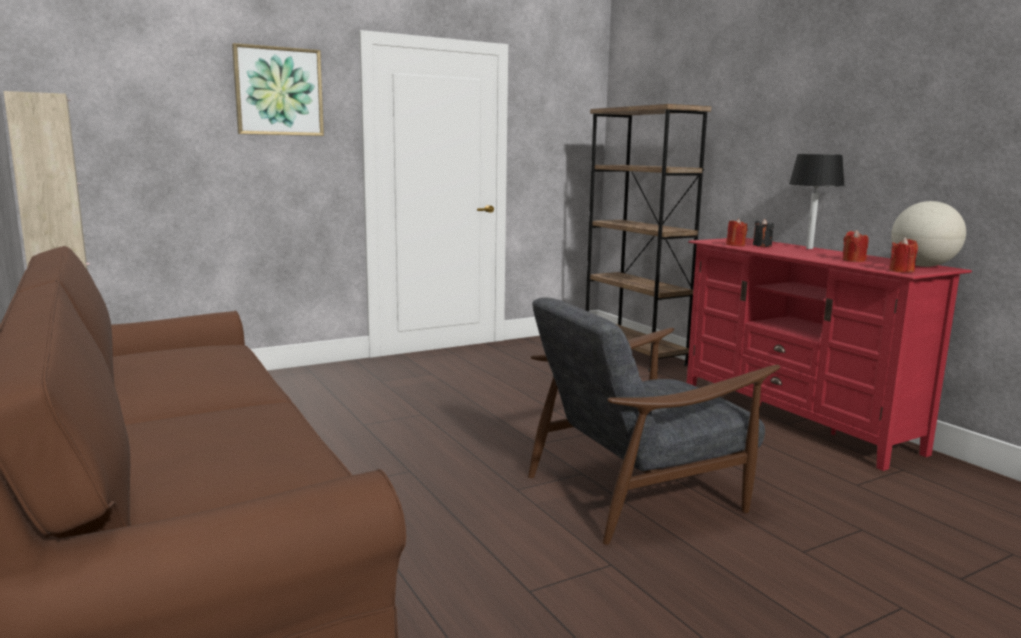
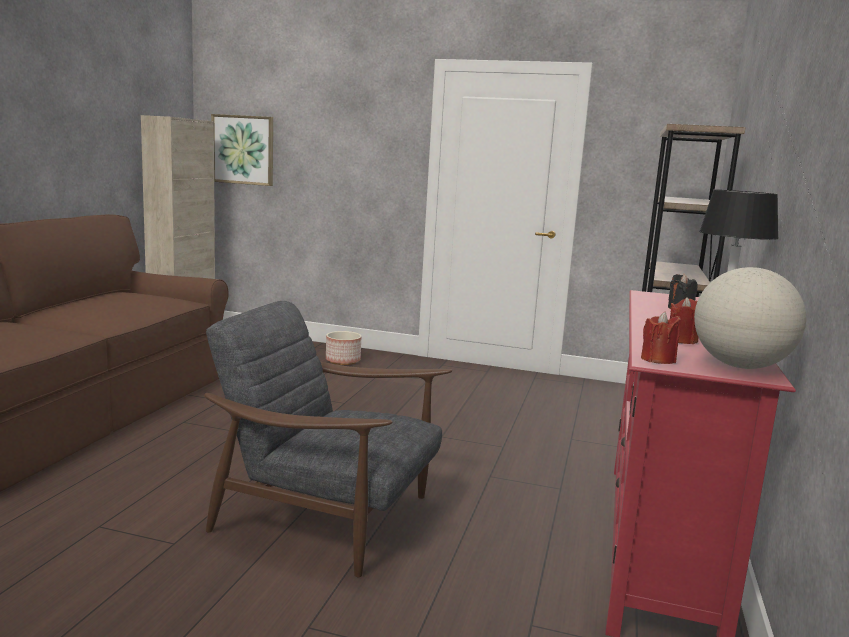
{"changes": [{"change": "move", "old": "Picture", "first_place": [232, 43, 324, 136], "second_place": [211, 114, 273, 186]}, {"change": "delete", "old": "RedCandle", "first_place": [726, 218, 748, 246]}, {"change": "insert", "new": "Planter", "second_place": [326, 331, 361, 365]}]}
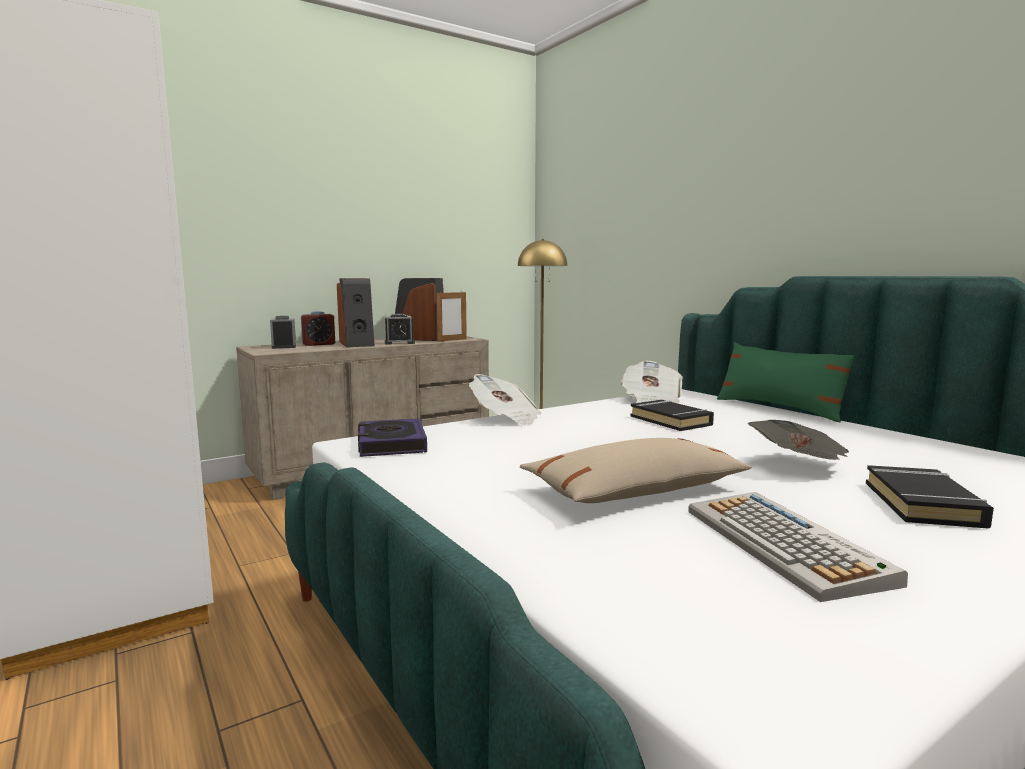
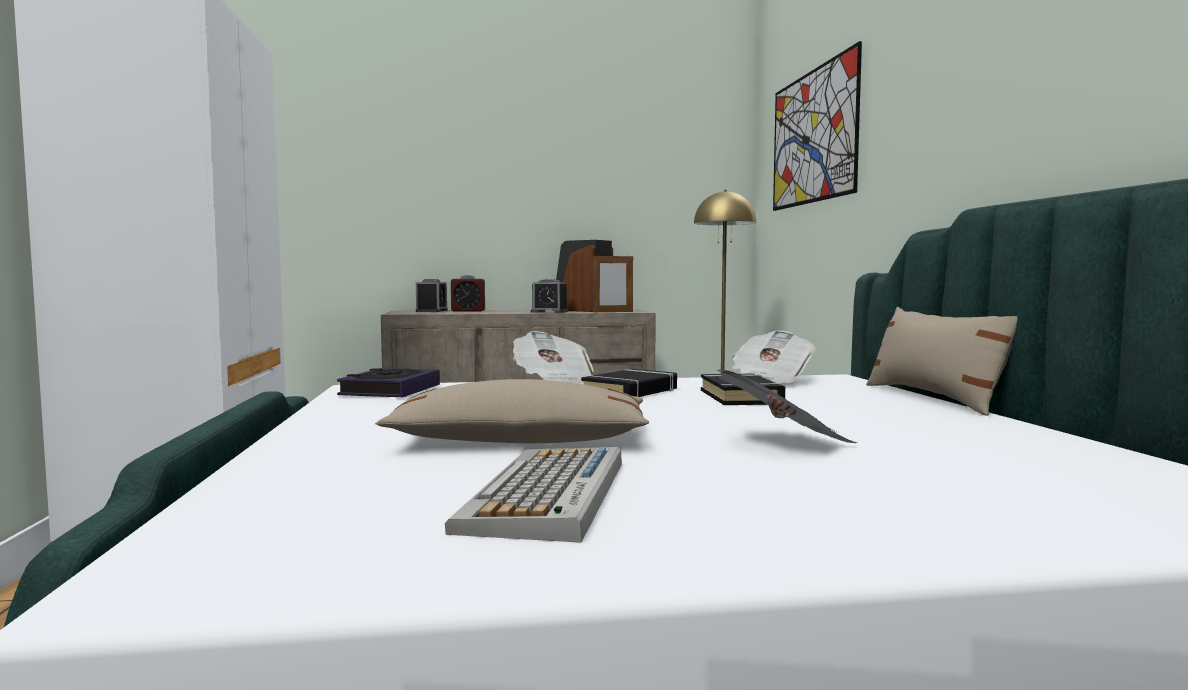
{"changes": [{"change": "delete", "old": "Speaker", "first_place": [337, 278, 375, 347]}, {"change": "recolor", "old": "GreenPillow", "new": "BeigePillow", "first_place": [717, 342, 854, 422], "second_place": [866, 307, 1018, 416]}, {"change": "move", "old": "BlackBook", "first_place": [866, 465, 994, 528], "second_place": [581, 369, 677, 397]}, {"change": "insert", "new": "Picture", "second_place": [773, 41, 862, 211]}]}
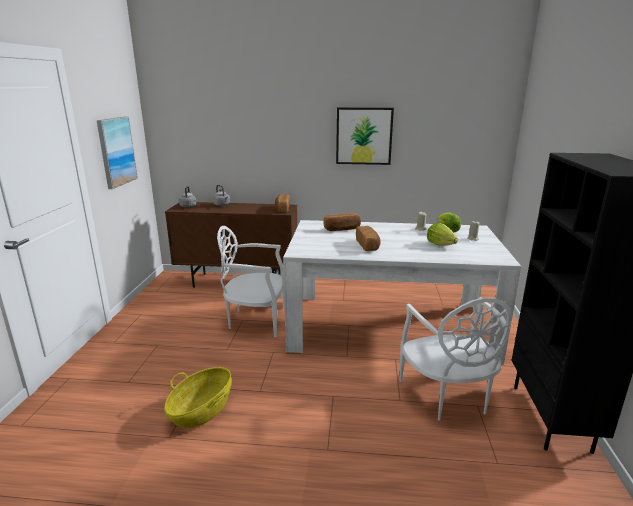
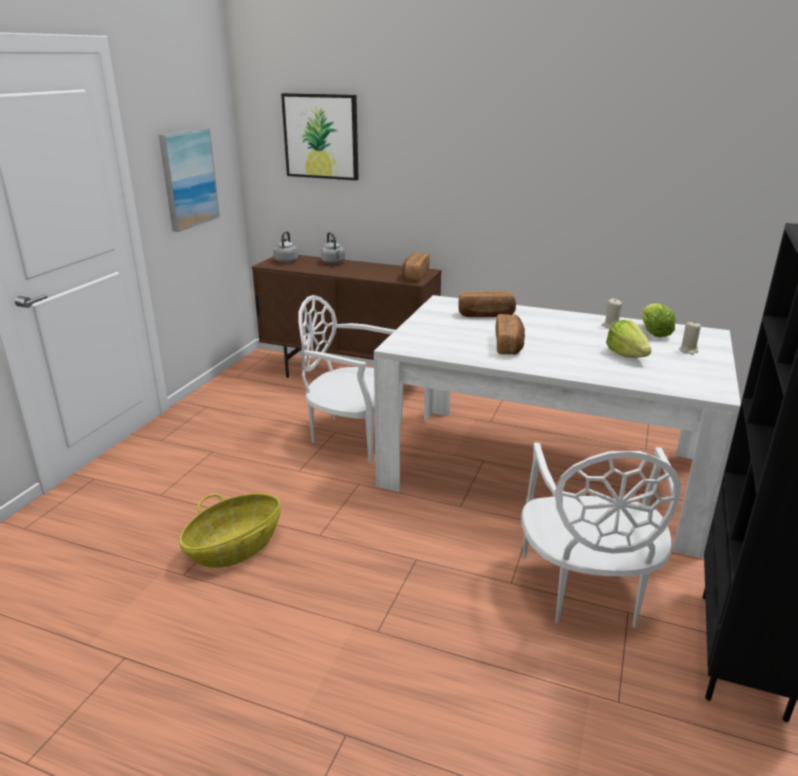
{"changes": [{"change": "move", "old": "Picture", "first_place": [336, 107, 394, 165], "second_place": [281, 93, 359, 181]}]}
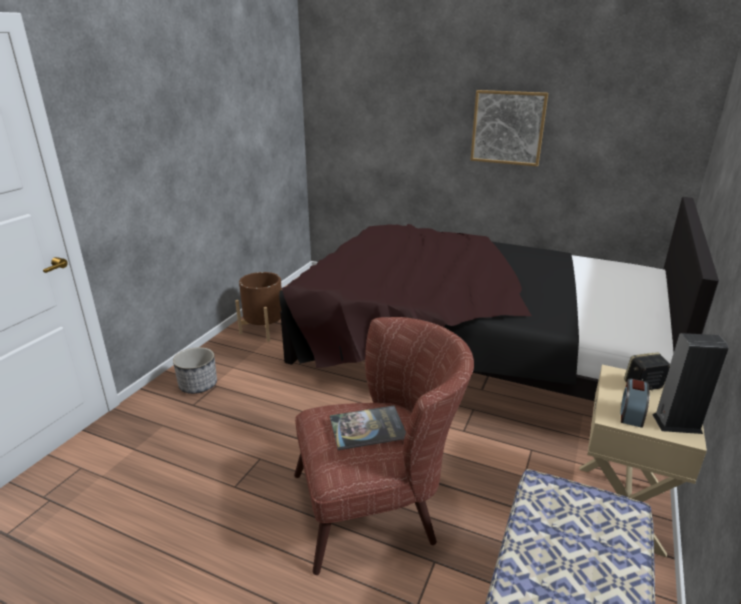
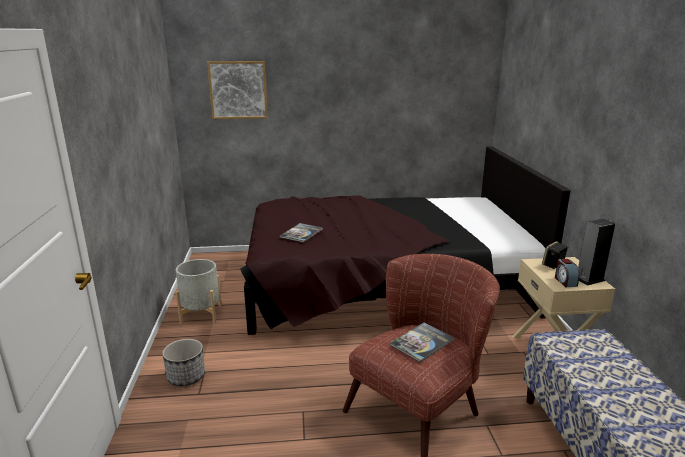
{"changes": [{"change": "recolor", "old": "BrownPlanter", "new": "GreyPlanter", "first_place": [235, 272, 282, 342], "second_place": [176, 259, 222, 324]}, {"change": "move", "old": "Picture", "first_place": [471, 90, 548, 166], "second_place": [207, 61, 268, 119]}, {"change": "insert", "new": "Book", "second_place": [280, 223, 323, 243]}]}
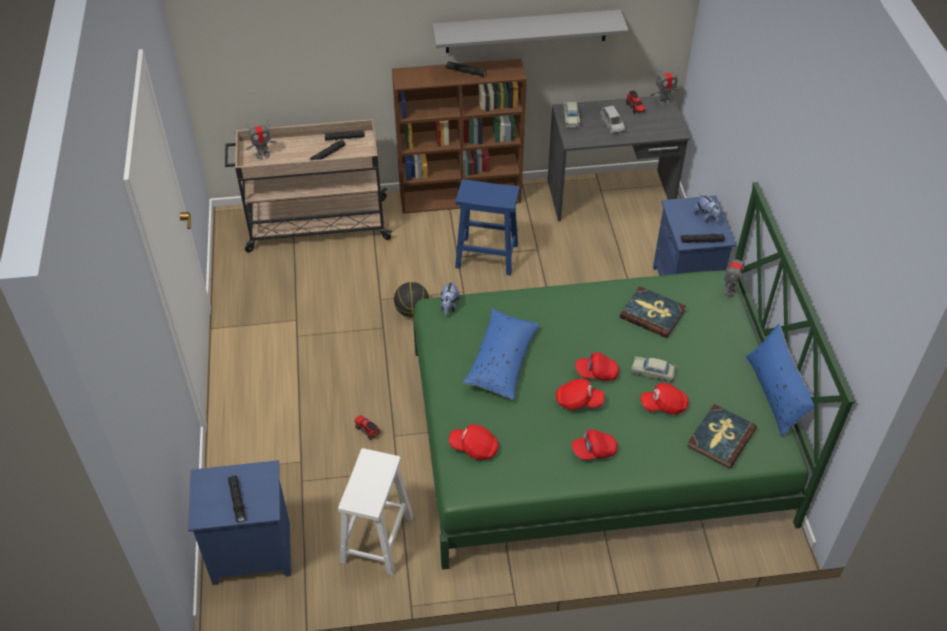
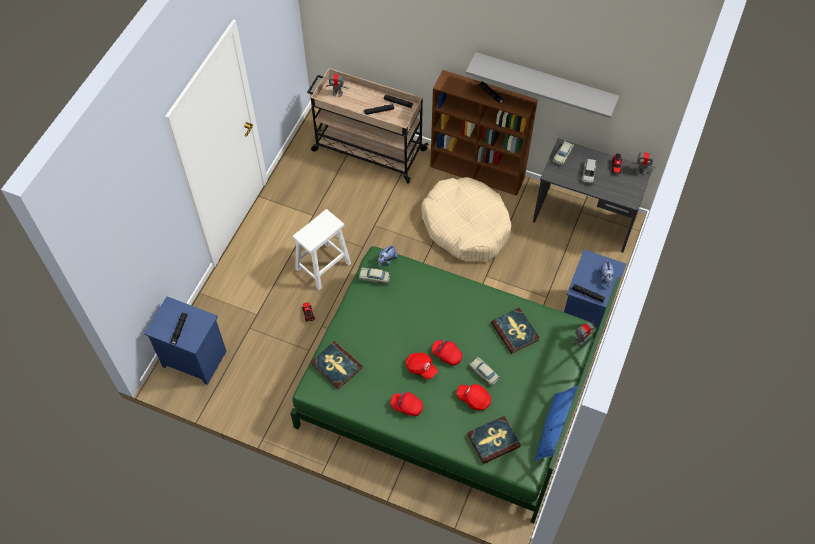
{"changes": [{"change": "move", "old": "WhiteStool", "first_place": [338, 448, 413, 575], "second_place": [293, 209, 351, 290]}, {"change": "delete", "old": "Basketball", "first_place": [394, 282, 429, 317]}, {"change": "replace", "old": "RedCap", "new": "Book", "first_place": [448, 424, 499, 460], "second_place": [311, 341, 363, 389]}, {"change": "replace", "old": "BlueStool", "new": "BeigeDogBed", "first_place": [455, 179, 520, 275], "second_place": [421, 177, 511, 263]}, {"change": "delete", "old": "BluePillow", "first_place": [463, 308, 540, 400]}, {"change": "insert", "new": "BeigeToyCar", "second_place": [359, 267, 390, 284]}]}
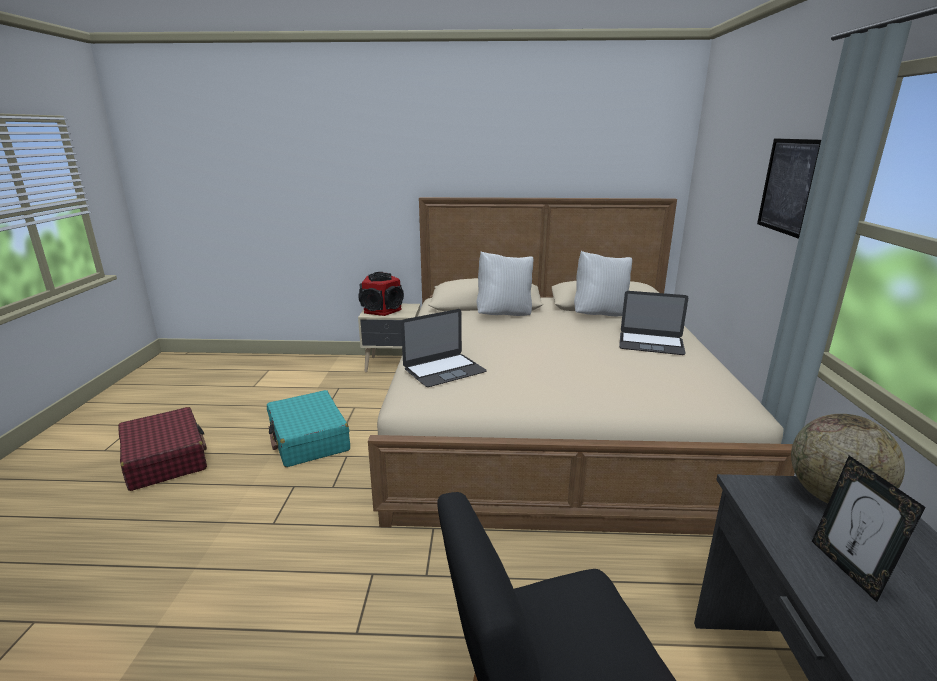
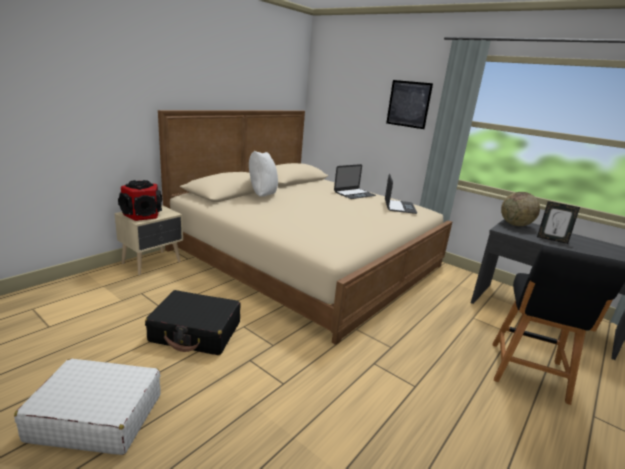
{"changes": [{"change": "recolor", "old": "RedSuitcase", "new": "WhiteSuitcase", "first_place": [118, 407, 207, 491], "second_place": [14, 359, 161, 455]}, {"change": "recolor", "old": "TurquoiseSuitcase", "new": "BlackSuitcase", "first_place": [267, 390, 350, 467], "second_place": [145, 290, 241, 355]}, {"change": "move", "old": "Laptop", "first_place": [401, 309, 487, 387], "second_place": [385, 174, 417, 214]}, {"change": "delete", "old": "WhitePillow", "first_place": [574, 251, 632, 316]}]}
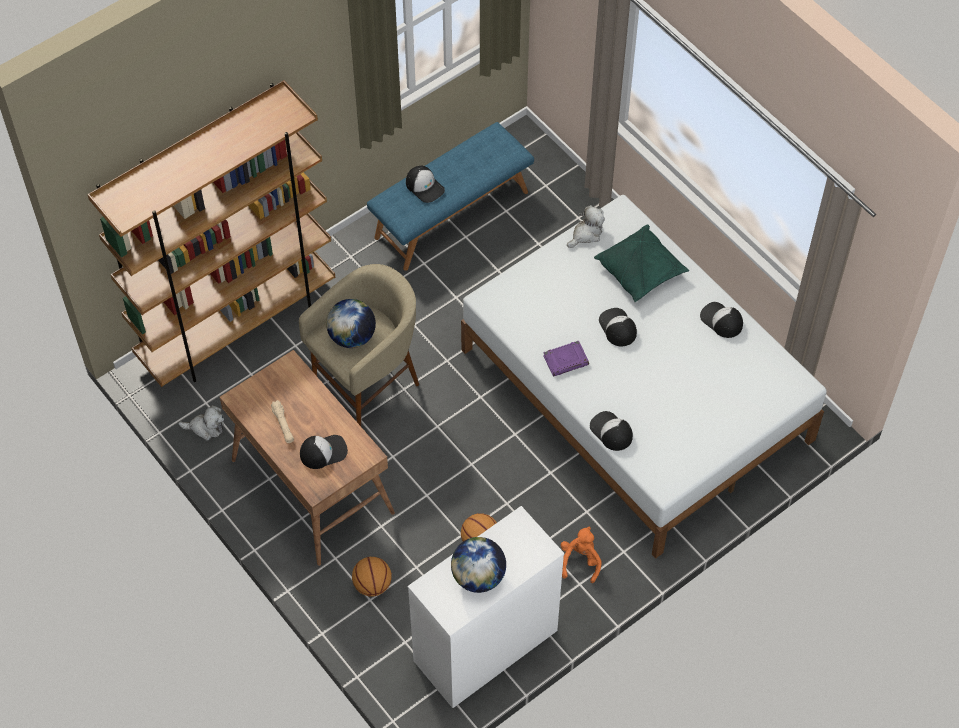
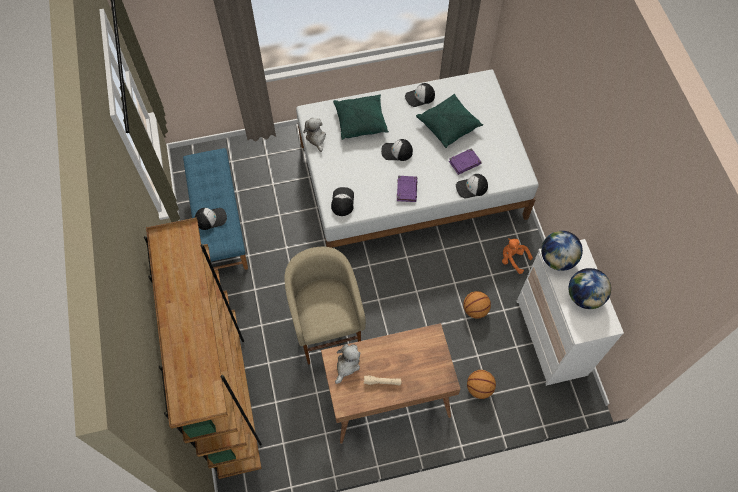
{"changes": [{"change": "move", "old": "PlushToy", "first_place": [178, 405, 224, 441], "second_place": [335, 344, 360, 384]}, {"change": "move", "old": "Cap", "first_place": [300, 435, 348, 469], "second_place": [331, 187, 354, 216]}, {"change": "move", "old": "Globe", "first_place": [326, 299, 376, 348], "second_place": [541, 231, 583, 271]}, {"change": "insert", "new": "GreenPillow", "second_place": [416, 94, 483, 148]}, {"change": "insert", "new": "PurpleBook", "second_place": [449, 148, 482, 175]}]}
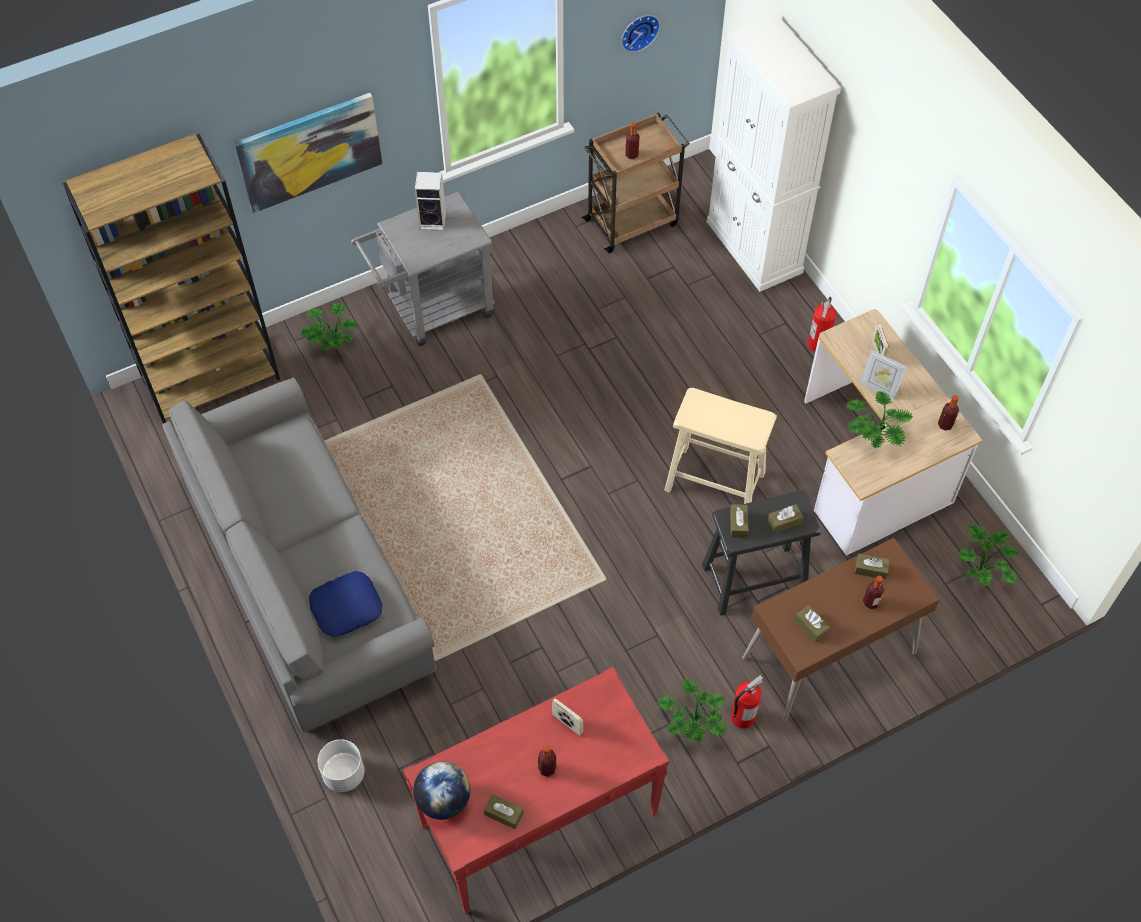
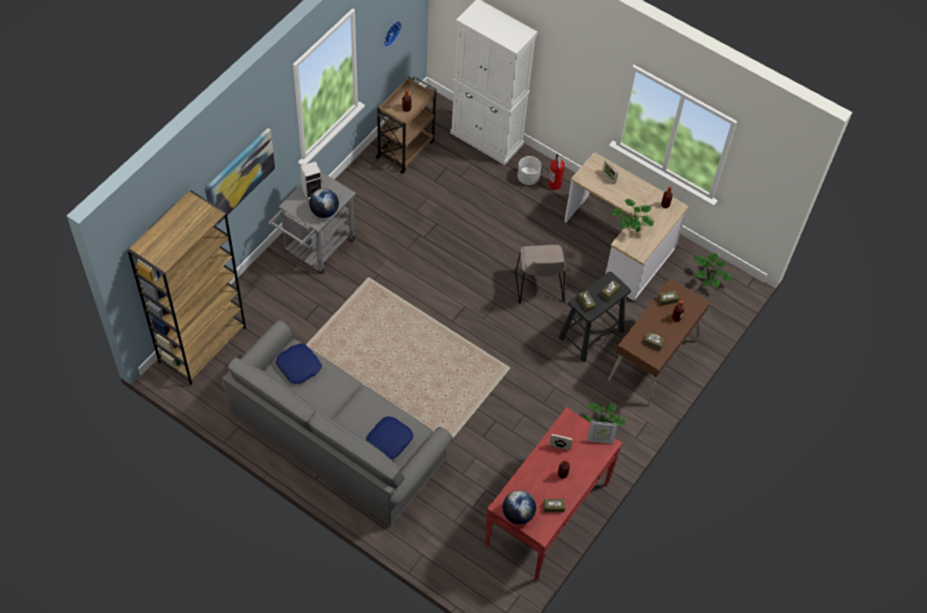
{"changes": [{"change": "delete", "old": "PottedPlant", "first_place": [301, 302, 358, 351]}, {"change": "move", "old": "WhitePlanter", "first_place": [318, 739, 364, 792], "second_place": [517, 156, 542, 185]}, {"change": "replace", "old": "BeigeStool", "new": "BeigeChair", "first_place": [665, 388, 777, 504], "second_place": [515, 245, 566, 304]}, {"change": "delete", "old": "FireExtinguisher", "first_place": [731, 675, 763, 729]}, {"change": "move", "old": "PictureFrame", "first_place": [860, 350, 907, 400], "second_place": [587, 421, 618, 444]}, {"change": "insert", "new": "BluePillow", "second_place": [276, 343, 322, 384]}, {"change": "insert", "new": "Globe", "second_place": [309, 188, 339, 218]}]}
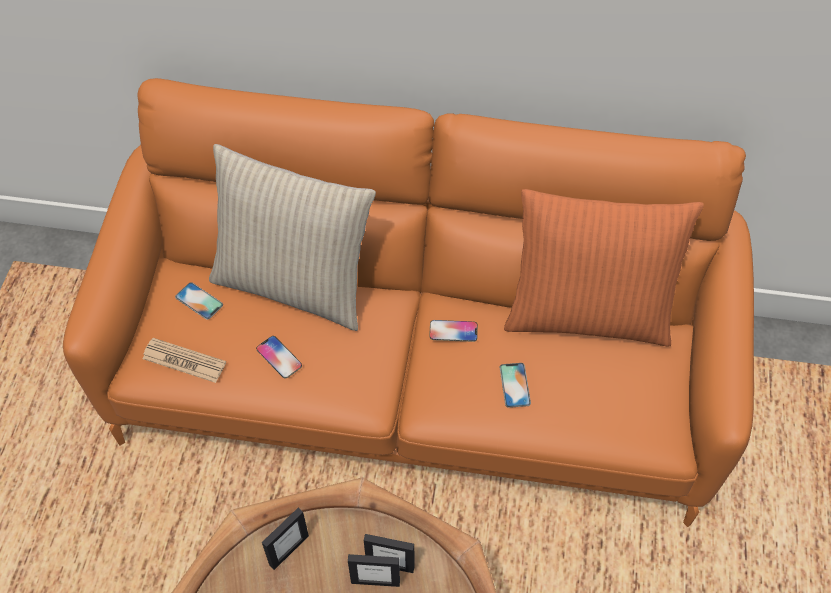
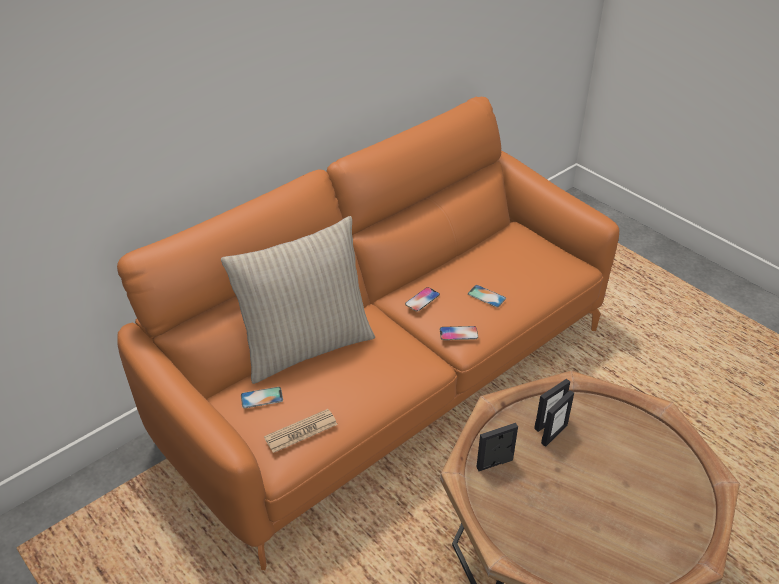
{"changes": [{"change": "move", "old": "Phone", "first_place": [256, 336, 302, 378], "second_place": [440, 326, 478, 340]}, {"change": "rotate", "old": "PictureFrame", "first_place": [262, 508, 309, 570], "second_place": [476, 423, 518, 471], "degrees": -105}, {"change": "delete", "old": "OrangePillow", "first_place": [504, 189, 704, 346]}]}
